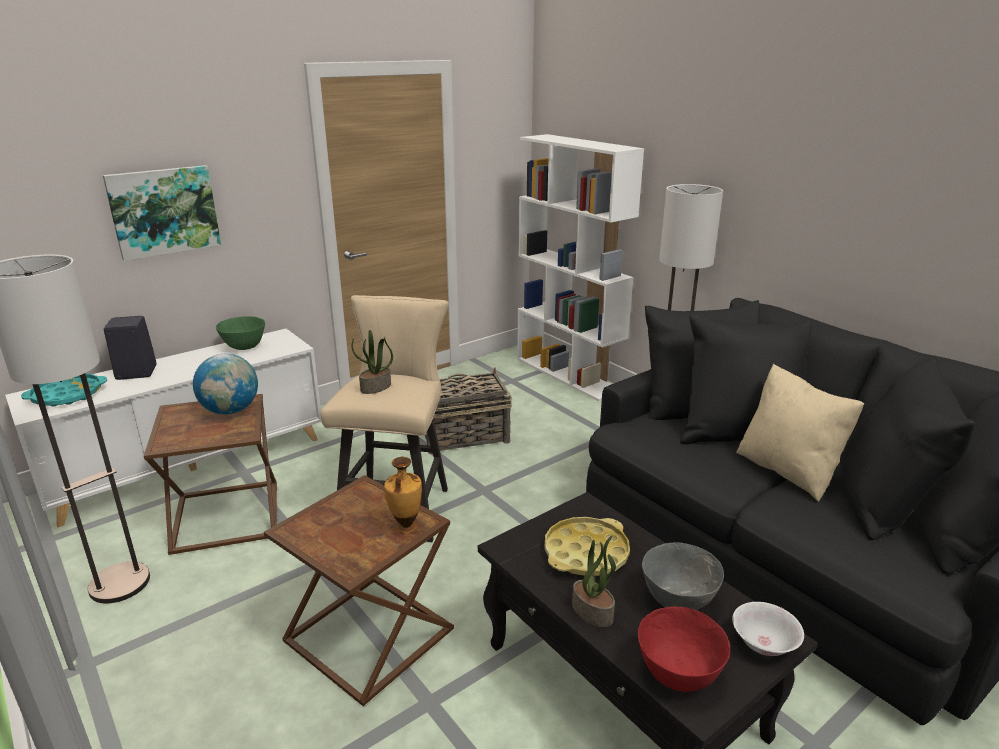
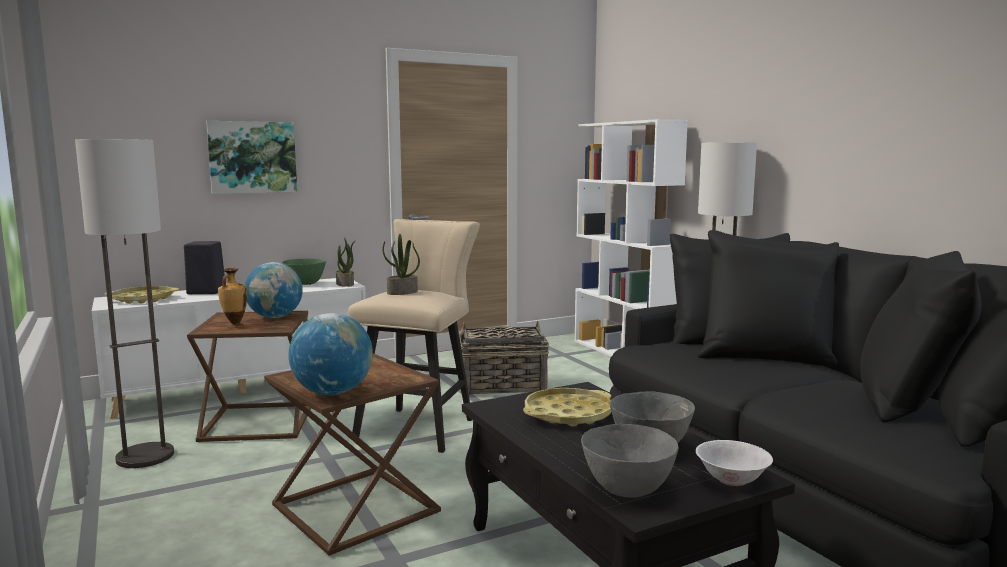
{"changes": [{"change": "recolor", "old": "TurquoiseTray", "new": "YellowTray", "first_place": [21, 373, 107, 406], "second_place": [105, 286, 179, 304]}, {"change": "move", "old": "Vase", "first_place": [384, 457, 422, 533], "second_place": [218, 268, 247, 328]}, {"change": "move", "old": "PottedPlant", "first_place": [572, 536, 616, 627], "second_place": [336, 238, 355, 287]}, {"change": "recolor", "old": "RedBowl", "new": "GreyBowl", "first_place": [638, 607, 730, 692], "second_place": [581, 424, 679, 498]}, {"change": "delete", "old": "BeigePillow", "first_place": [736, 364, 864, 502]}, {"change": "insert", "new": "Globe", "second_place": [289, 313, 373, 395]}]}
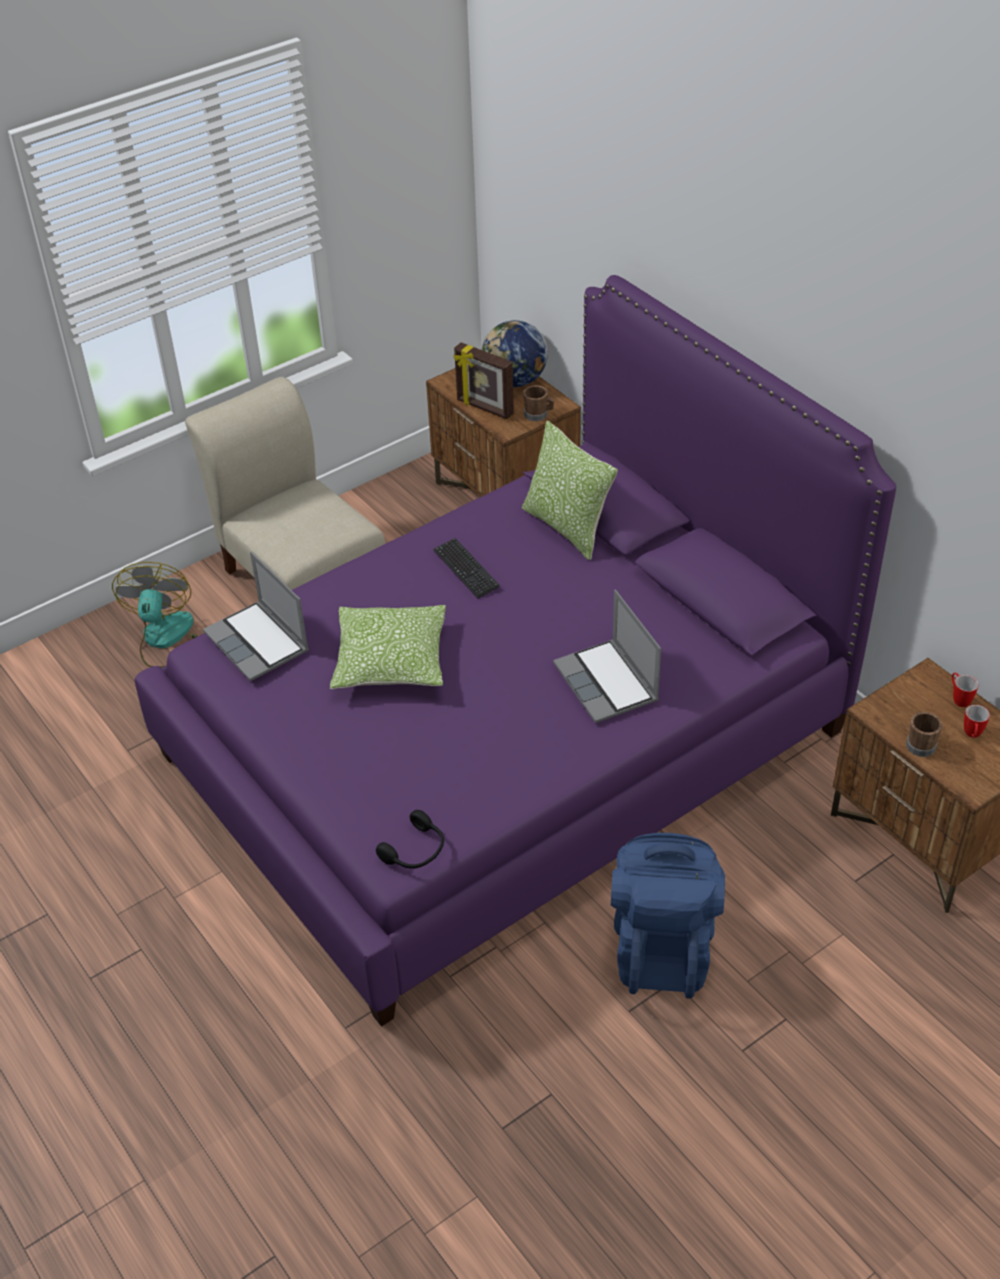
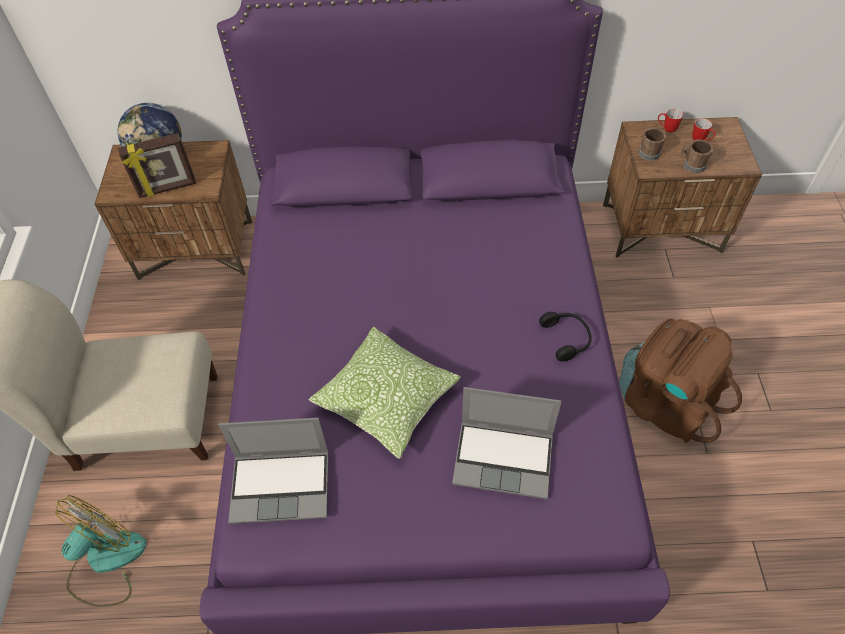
{"changes": [{"change": "rotate", "old": "Fan", "first_place": [112, 562, 197, 668], "second_place": [55, 495, 146, 607], "degrees": 90}, {"change": "move", "old": "BlackHeadphones", "first_place": [376, 810, 444, 869], "second_place": [539, 312, 592, 362]}, {"change": "delete", "old": "Keyboard", "first_place": [433, 538, 500, 598]}, {"change": "delete", "old": "Pillow", "first_place": [522, 421, 618, 560]}, {"change": "move", "old": "BrownMug", "first_place": [523, 385, 554, 421], "second_place": [639, 128, 666, 161]}, {"change": "move", "old": "Laptop", "first_place": [553, 590, 661, 723], "second_place": [452, 387, 562, 499]}, {"change": "recolor", "old": "BlueBackpack", "new": "BrownBackpack", "first_place": [611, 833, 725, 999], "second_place": [619, 319, 742, 443]}]}
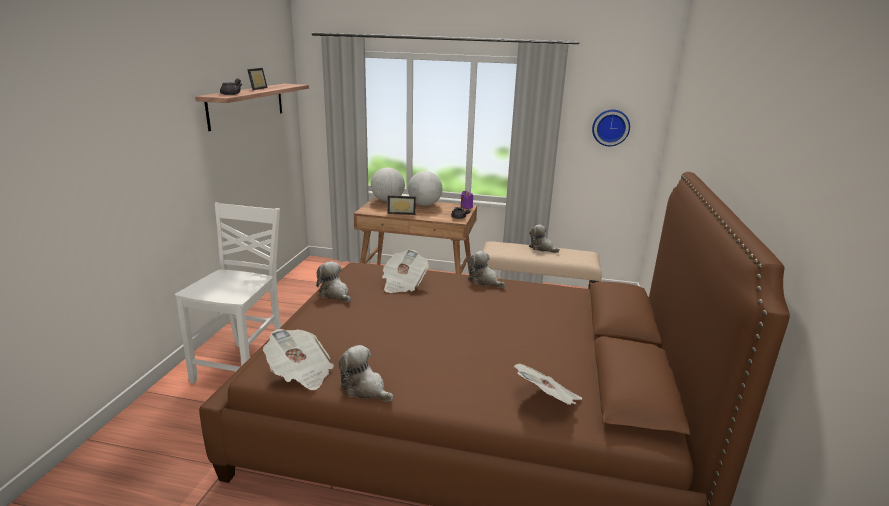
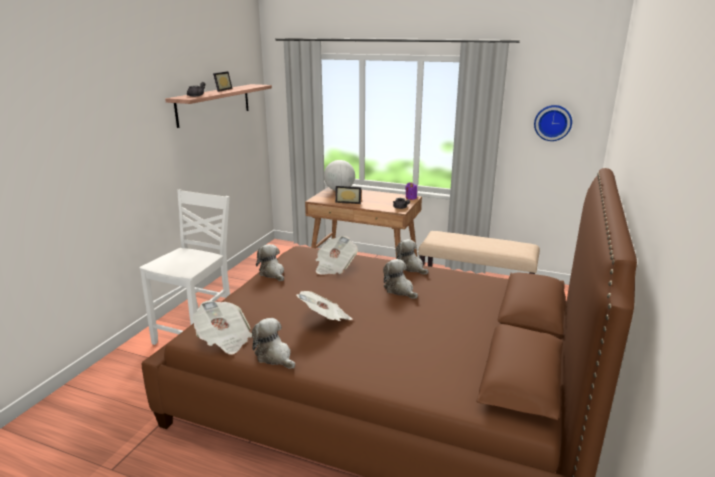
{"changes": [{"change": "delete", "old": "Globe", "first_place": [408, 171, 442, 206]}, {"change": "move", "old": "Newspaper", "first_place": [514, 364, 583, 405], "second_place": [296, 291, 353, 321]}, {"change": "move", "old": "PlushToy", "first_place": [529, 224, 560, 253], "second_place": [383, 259, 418, 299]}]}
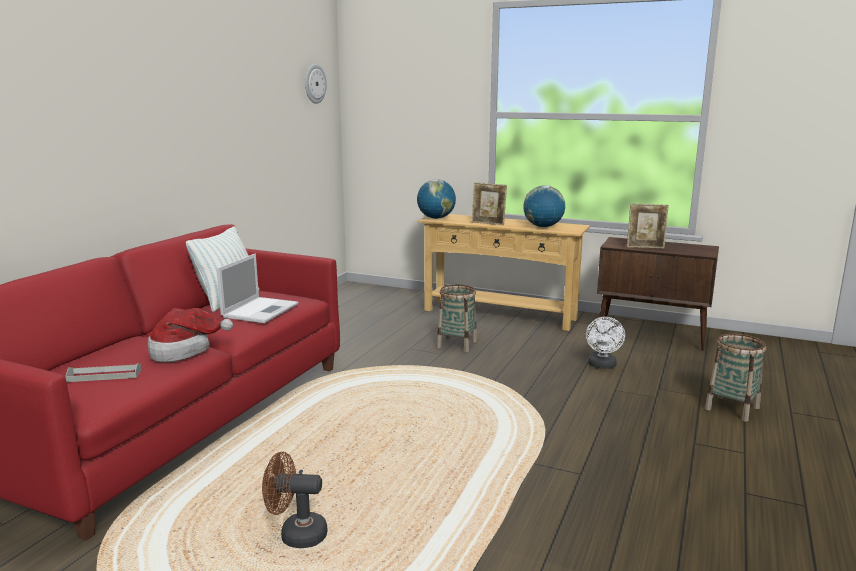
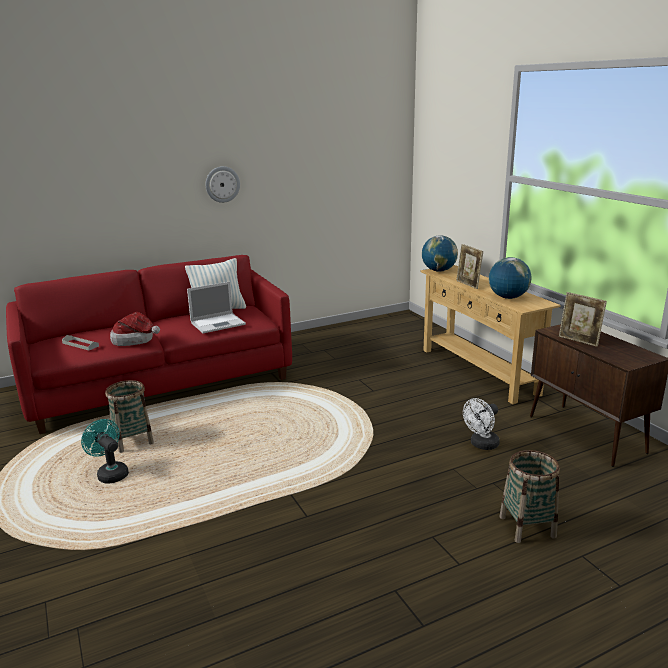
{"changes": [{"change": "recolor", "old": "BrownFan", "new": "TurquoiseFan", "first_place": [262, 452, 328, 548], "second_place": [81, 419, 129, 484]}, {"change": "move", "old": "WallClock", "first_place": [305, 64, 327, 104], "second_place": [206, 166, 240, 203]}, {"change": "move", "old": "Basket", "first_place": [437, 285, 477, 352], "second_place": [105, 380, 154, 453]}]}
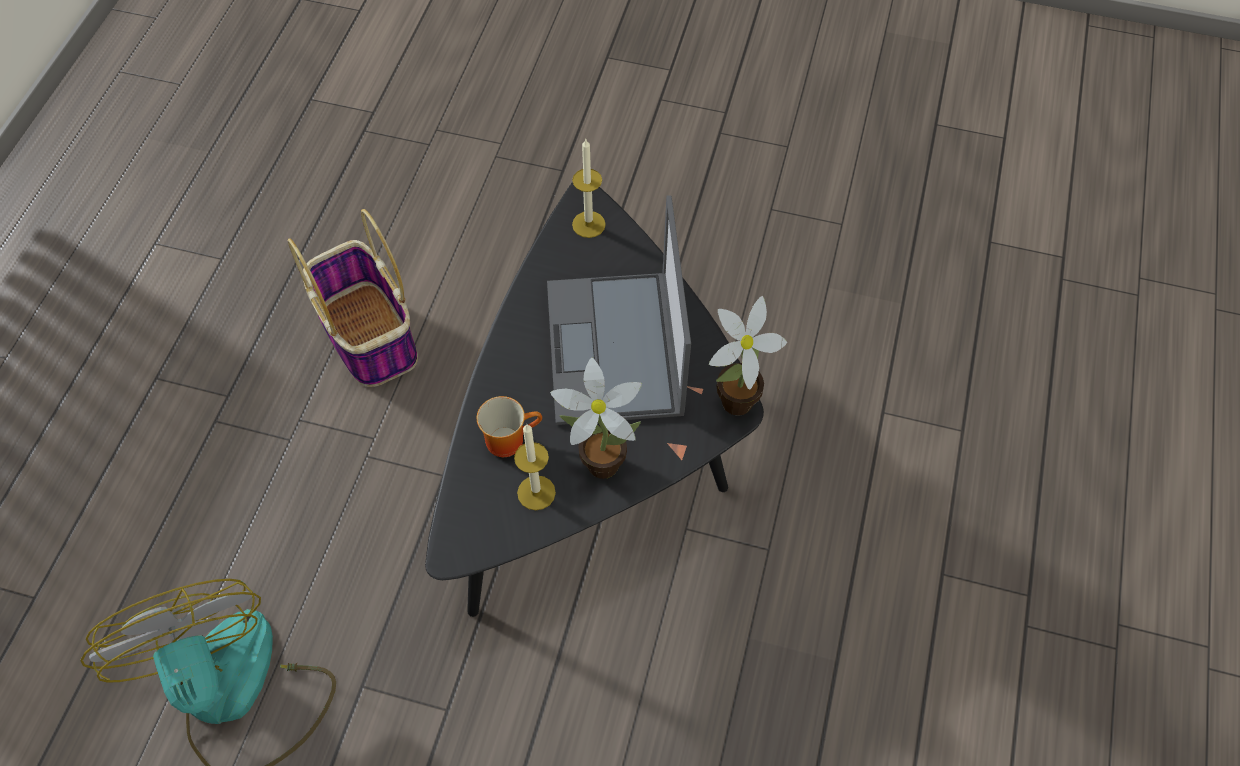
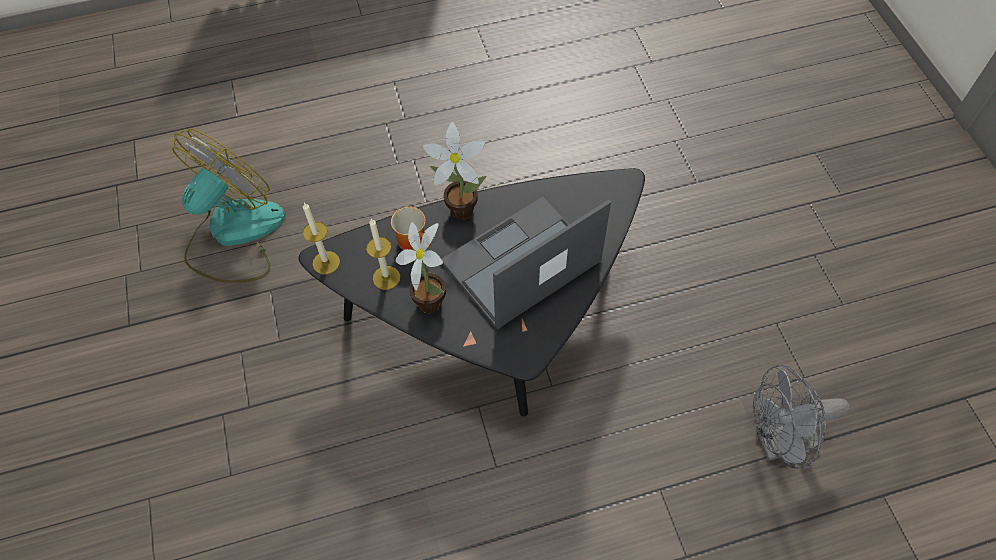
{"changes": [{"change": "delete", "old": "Basket", "first_place": [288, 209, 418, 387]}, {"change": "move", "old": "Candle", "first_place": [572, 139, 606, 238], "second_place": [303, 202, 340, 274]}, {"change": "move", "old": "PottedPlant", "first_place": [709, 296, 787, 416], "second_place": [423, 122, 486, 220]}, {"change": "insert", "new": "GreyFan", "second_place": [753, 365, 850, 469]}]}
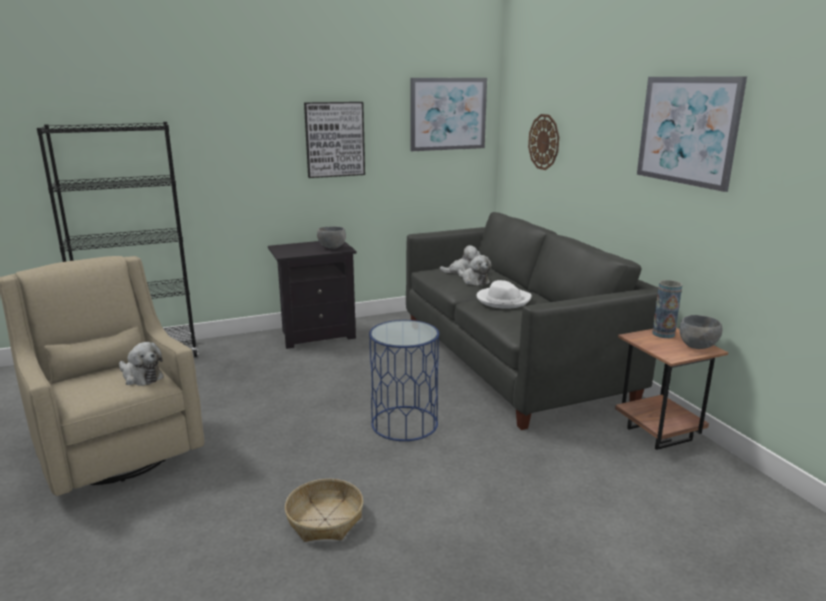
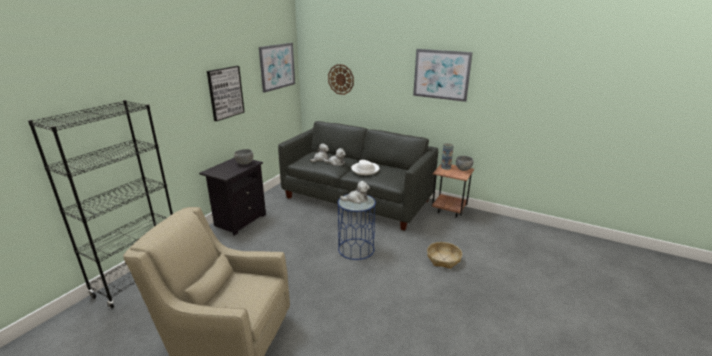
{"changes": [{"change": "move", "old": "PlushToy", "first_place": [119, 342, 164, 386], "second_place": [340, 181, 370, 204]}, {"change": "move", "old": "Basket", "first_place": [285, 479, 363, 542], "second_place": [427, 242, 462, 269]}]}
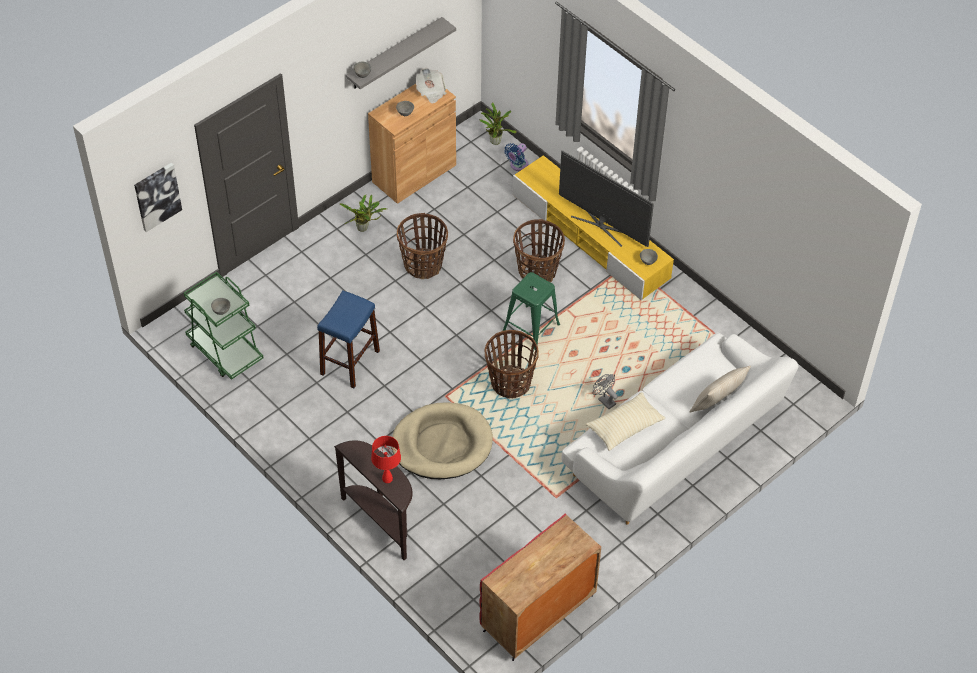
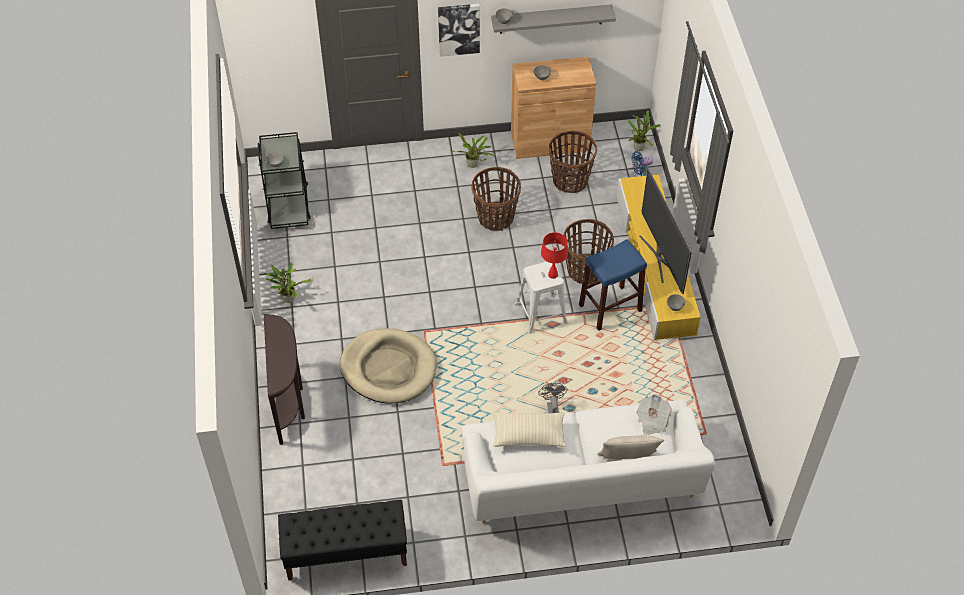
{"changes": [{"change": "move", "old": "Picture", "first_place": [134, 162, 182, 232], "second_place": [438, 4, 480, 57]}, {"change": "recolor", "old": "GreenCart", "new": "BlackCart", "first_place": [184, 272, 264, 380], "second_place": [257, 132, 311, 229]}, {"change": "move", "old": "BlueStool", "first_place": [317, 290, 380, 388], "second_place": [579, 239, 647, 331]}, {"change": "move", "old": "RedTableLamp", "first_place": [371, 436, 401, 483], "second_place": [541, 232, 568, 279]}, {"change": "move", "old": "Newspaper", "first_place": [416, 68, 446, 104], "second_place": [636, 394, 672, 435]}, {"change": "replace", "old": "RedCabinet", "new": "BlackBench", "first_place": [479, 514, 601, 661], "second_place": [278, 500, 407, 580]}, {"change": "move", "old": "Basket", "first_place": [485, 330, 539, 398], "second_place": [549, 130, 597, 193]}, {"change": "recolor", "old": "GreenStool", "new": "WhiteStool", "first_place": [503, 272, 560, 350], "second_place": [515, 262, 568, 334]}, {"change": "insert", "new": "PottedPlant", "second_place": [264, 263, 311, 303]}]}
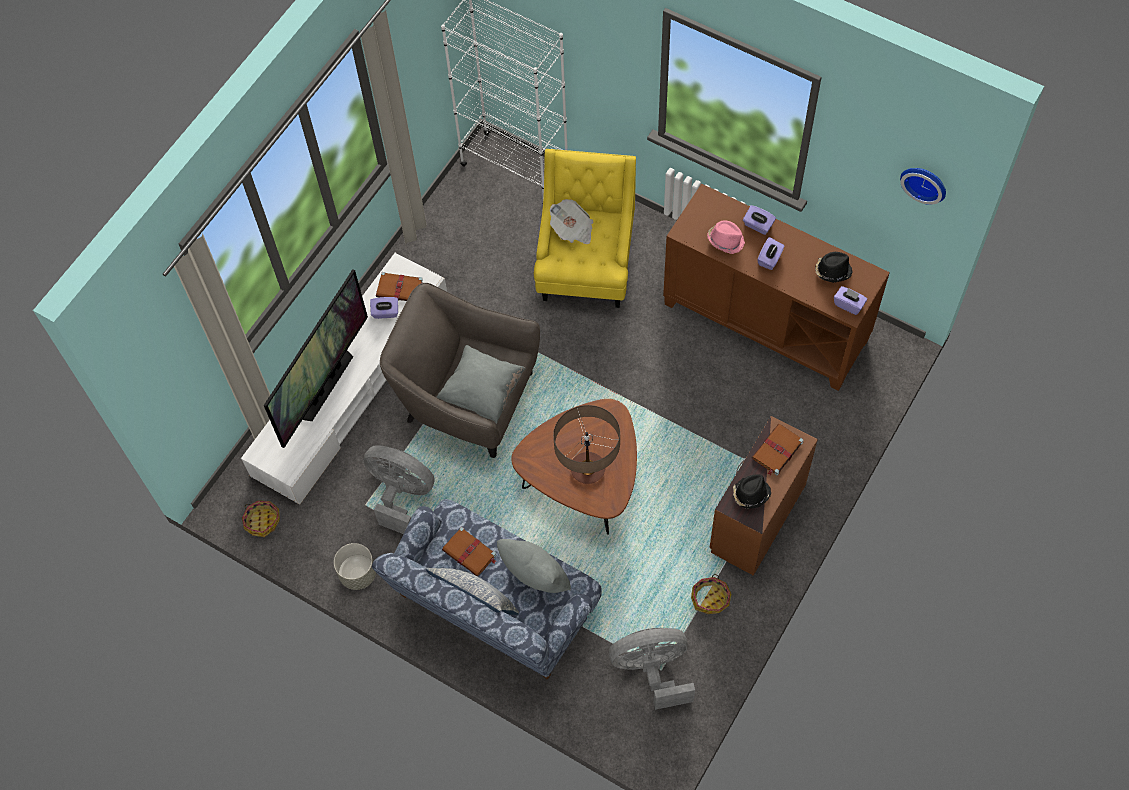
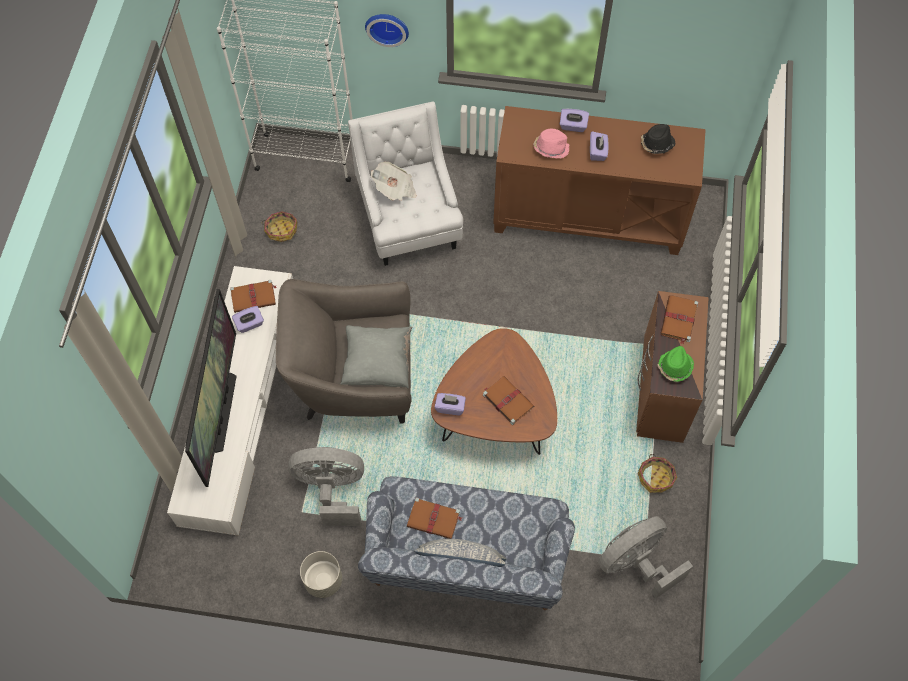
{"changes": [{"change": "move", "old": "Basket", "first_place": [242, 500, 280, 537], "second_place": [262, 211, 298, 242]}, {"change": "delete", "old": "GreyPillow", "first_place": [497, 539, 571, 593]}, {"change": "recolor", "old": "YellowArmchair", "new": "WhiteArmchair", "first_place": [534, 149, 636, 308], "second_place": [348, 101, 463, 266]}, {"change": "replace", "old": "TableLamp", "new": "BrownBook", "first_place": [553, 405, 620, 484], "second_place": [483, 376, 534, 425]}, {"change": "recolor", "old": "BlackHat", "new": "GreenHat", "first_place": [733, 474, 771, 509], "second_place": [658, 346, 694, 382]}, {"change": "move", "old": "PurpleTissueBox", "first_place": [834, 286, 867, 315], "second_place": [435, 393, 466, 416]}, {"change": "move", "old": "WallClock", "first_place": [900, 168, 946, 205], "second_place": [365, 14, 409, 47]}]}
